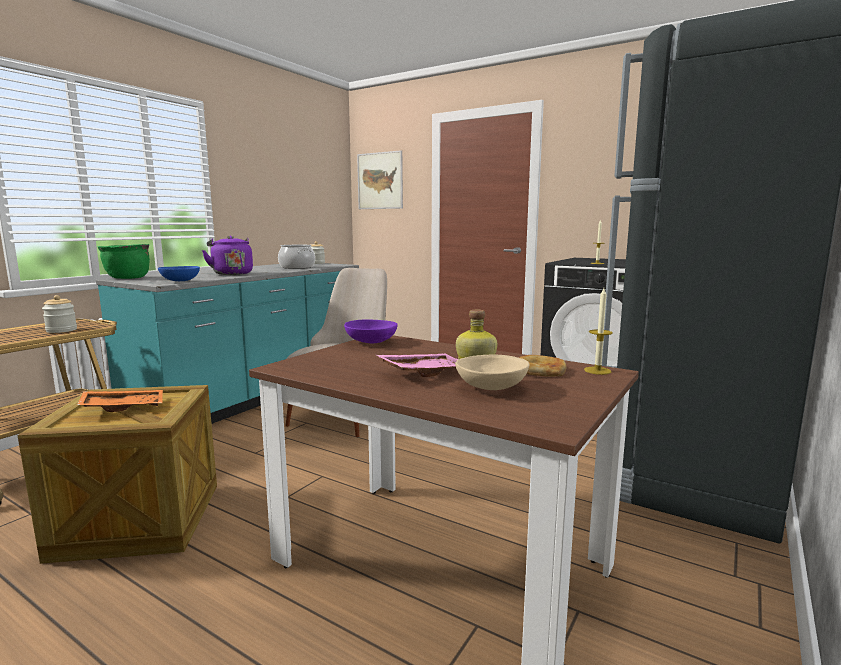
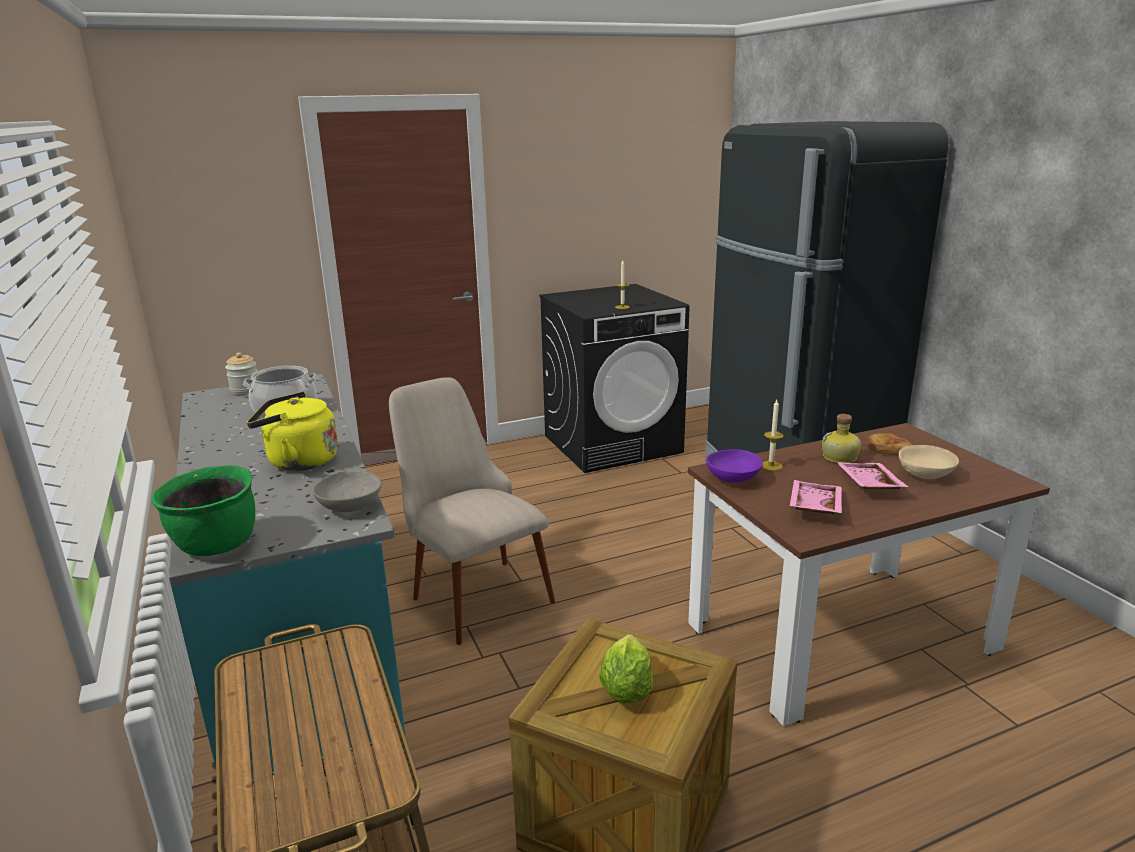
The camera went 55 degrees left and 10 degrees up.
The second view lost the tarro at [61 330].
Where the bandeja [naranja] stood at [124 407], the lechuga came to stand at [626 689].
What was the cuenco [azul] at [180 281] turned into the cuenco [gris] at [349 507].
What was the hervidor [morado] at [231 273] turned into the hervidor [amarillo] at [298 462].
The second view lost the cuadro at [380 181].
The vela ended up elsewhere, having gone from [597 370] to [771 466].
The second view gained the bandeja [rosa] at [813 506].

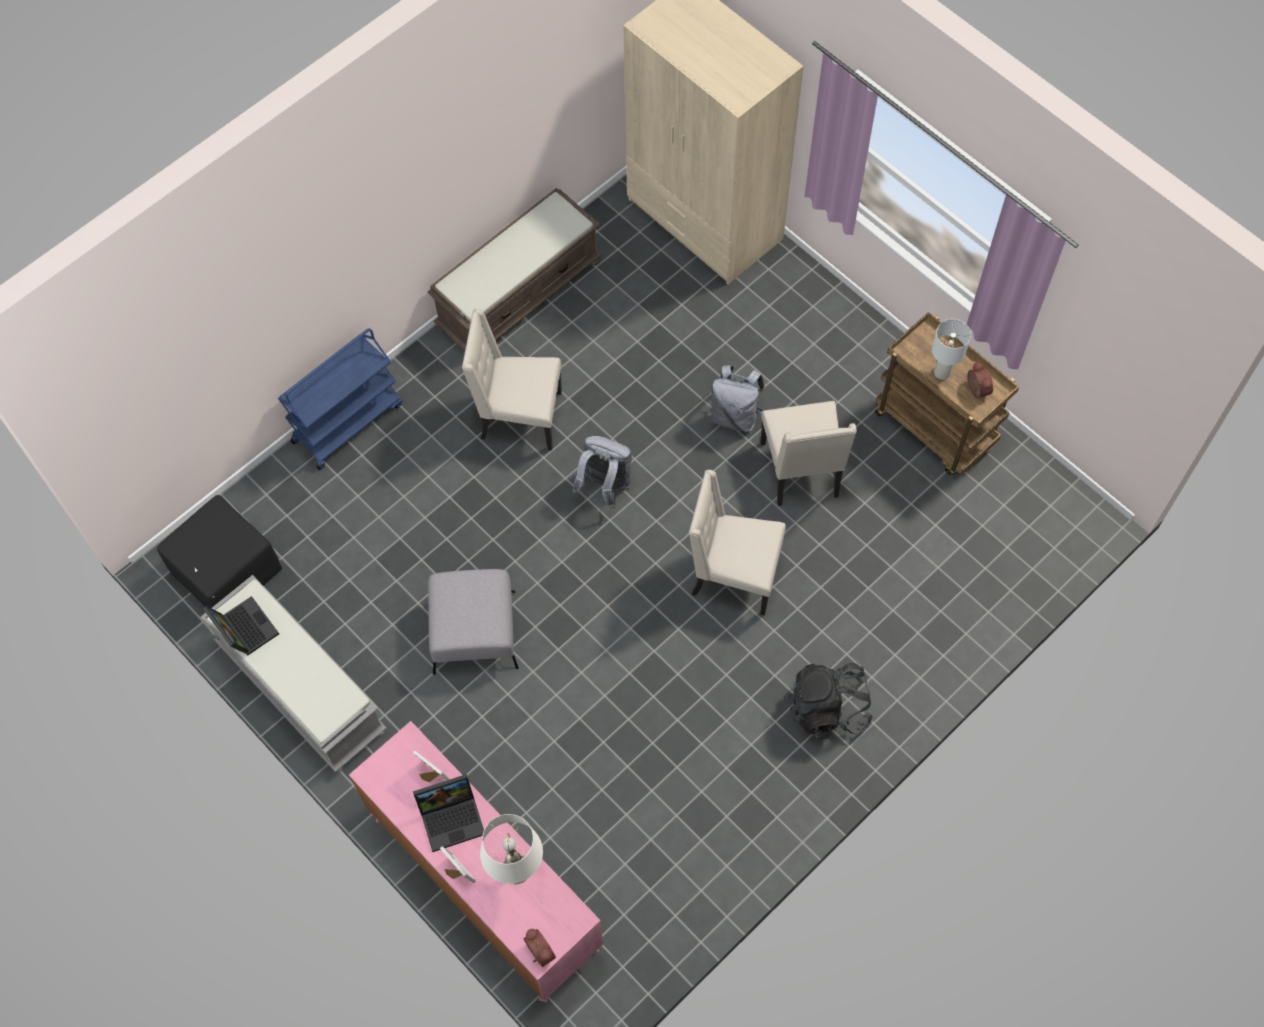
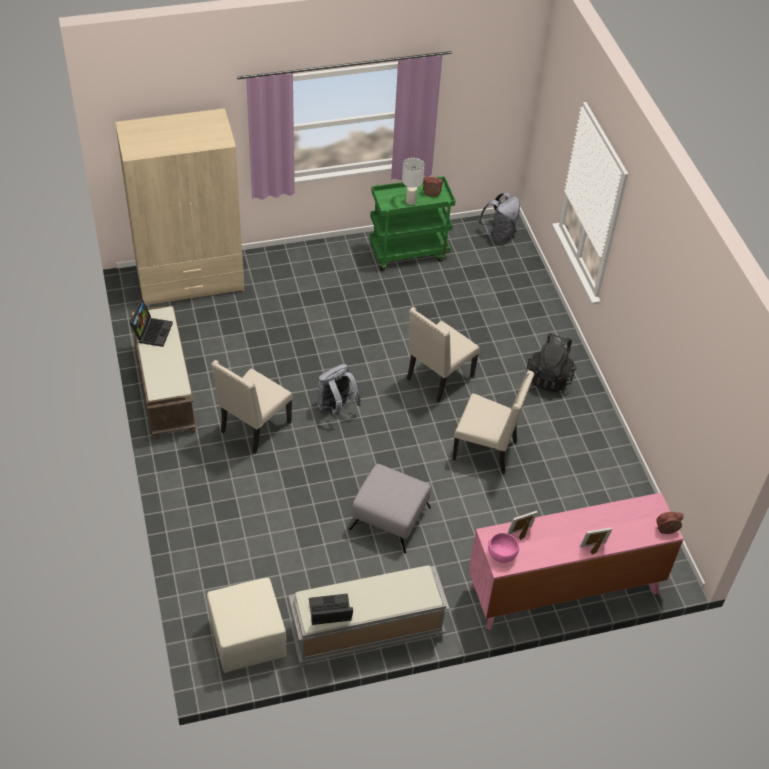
The camera went 65 degrees left and 15 degrees down.
What was the puf [negro] at [227 574] turned into the puf [beis] at [248 639].
The second view lost the carrito [azul] at [347 422].
The portátil ended up elsewhere, having gone from [452 817] to [152 331].
The second view lost the lámpara de mesa [blanco] at [516 869].
The mochila [gris] ended up elsewhere, having gone from [735 415] to [499 234].
The silla [beis] ended up elsewhere, having gone from [801 471] to [487 450].
What was the carrito [marrón] at [936 428] turned into the carrito [verde] at [409 252].
The second view gained the cuenco [rosa] at [502 555].

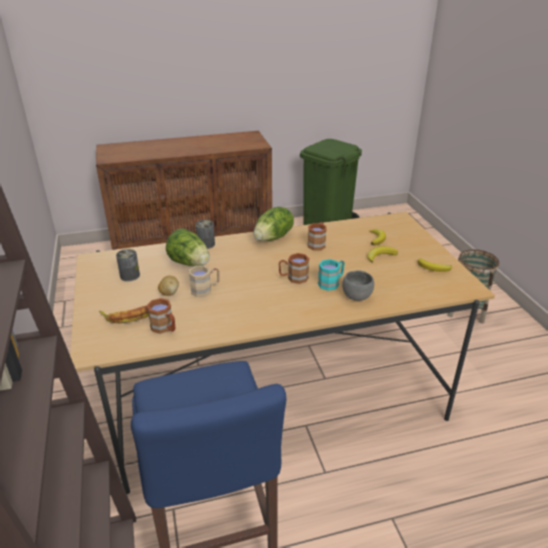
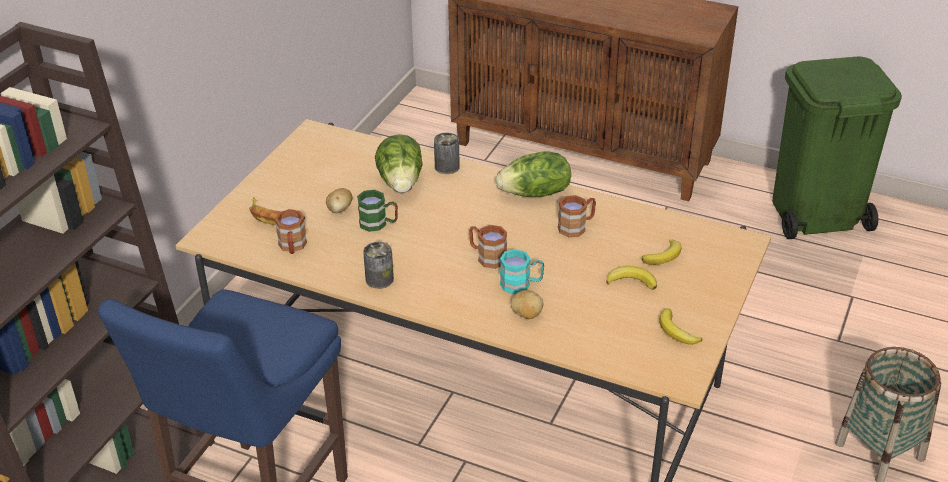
The camera went 40 degrees right and 5 degrees up.
The lata ended up elsewhere, having gone from [130 275] to [379 279].
What was the taza grande [beis] at [205 289] turned into the taza grande [verde] at [378 223].
Where the cuenco [gris] stood at [356 296], the patata came to stand at [526 315].

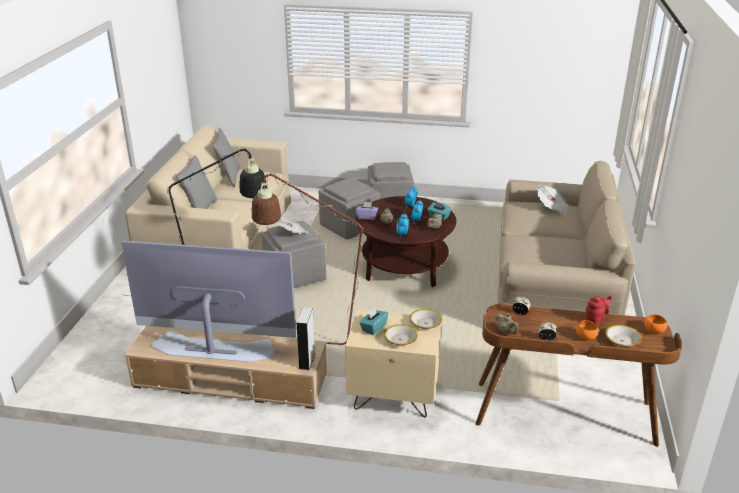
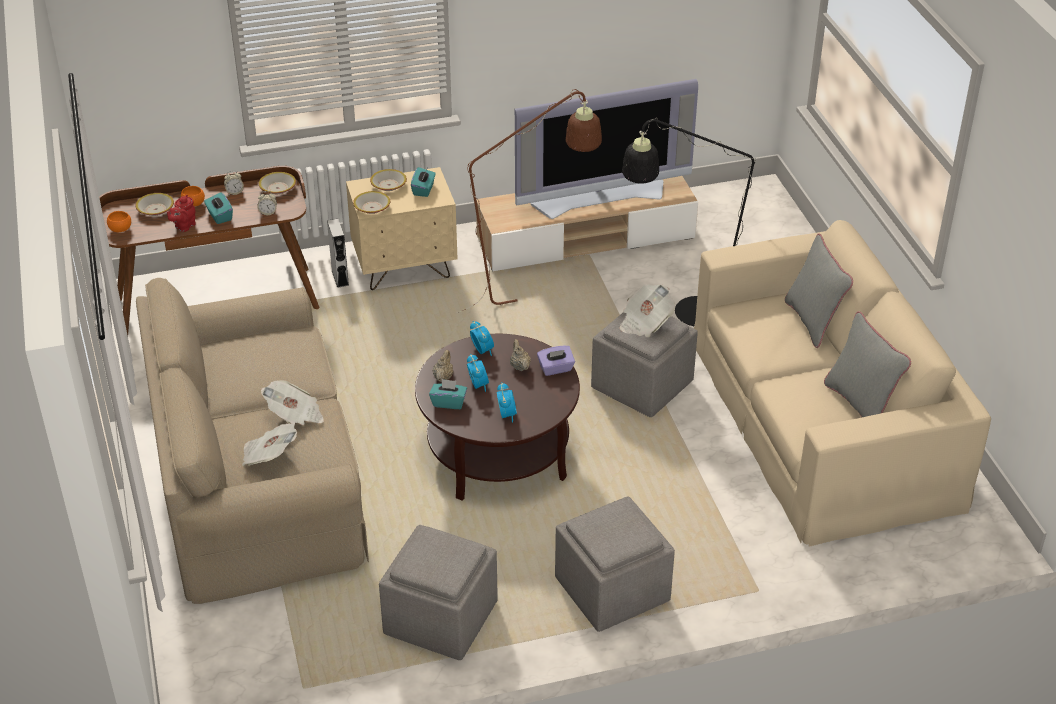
The camera went 155 degrees right and 10 degrees up.
The altavoz [gris] ended up elsewhere, having gone from [307 360] to [340 277].
The puf [gris] ended up elsewhere, having gone from [349 226] to [442 618].
Where the tetera [beis] stood at [506 332], the cuenco came to stand at [277 188].
The second view gained the caja de pañuelos [turquesa] at [219 216].
The second view gained the periódico at [295 416].

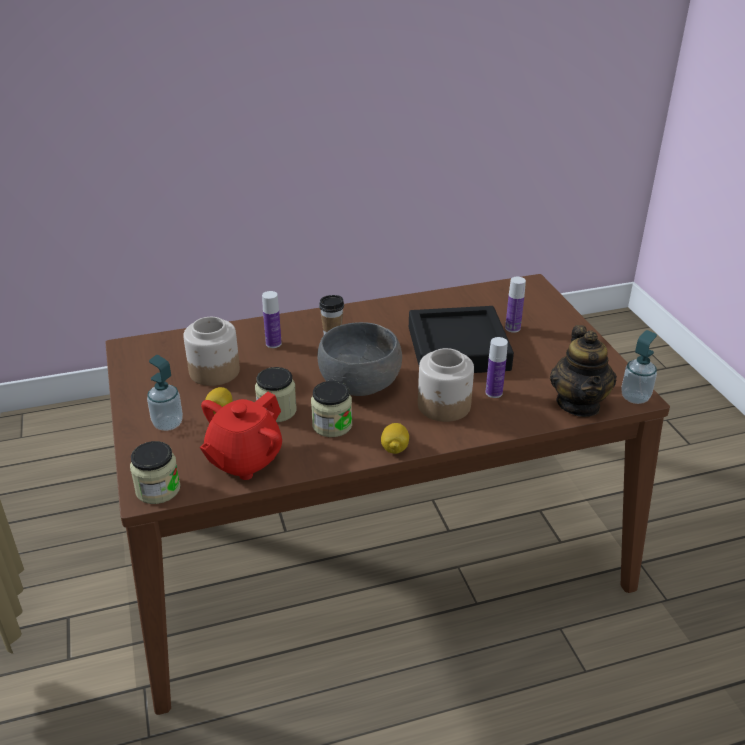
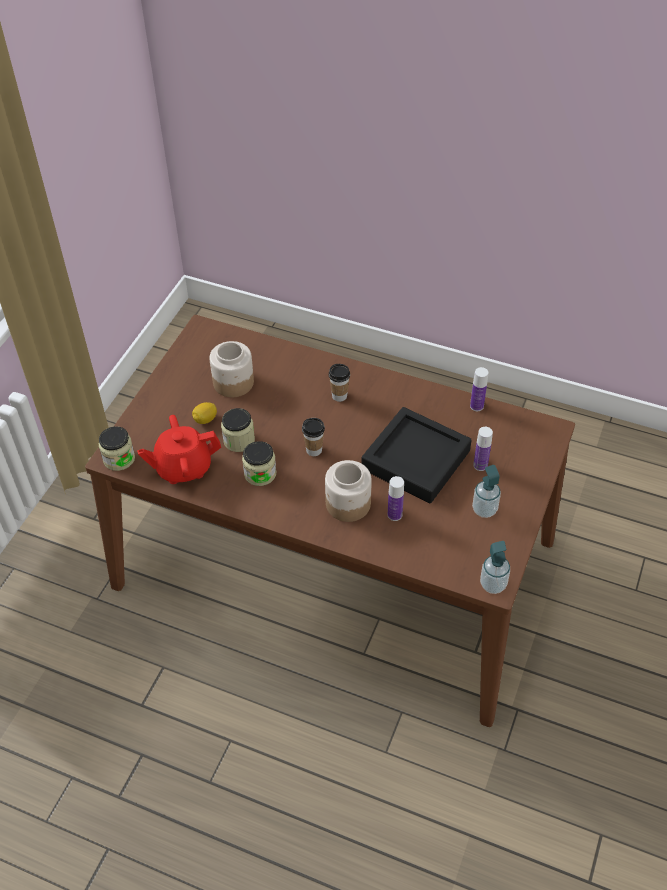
The camera went 40 degrees right and 15 degrees up.
The dispensador de jabón ended up elsewhere, having gone from [168 424] to [484 509].
The botella ended up elsewhere, having gone from [273 343] to [476 406].
Where the cuenco [gris] stood at [360 383], the taza came to stand at [314 450].
The second view lost the limón at [394 449].
The second view lost the tetera at [579 404].

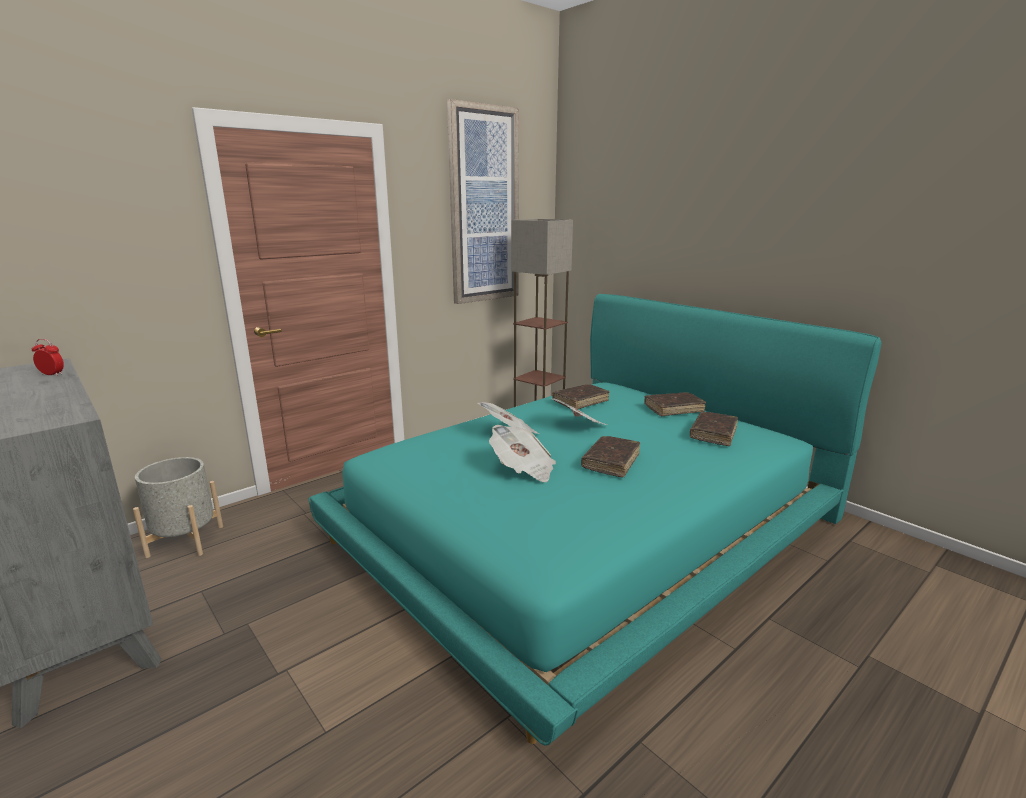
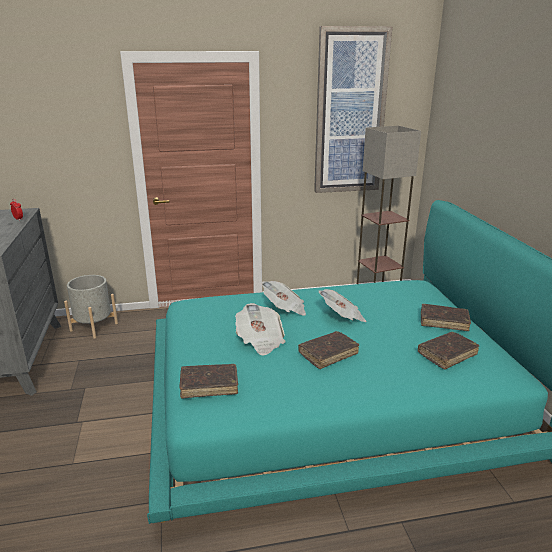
The camera went 30 degrees right and 5 degrees up.
The libro [marrón] ended up elsewhere, having gone from [580 402] to [209 385].

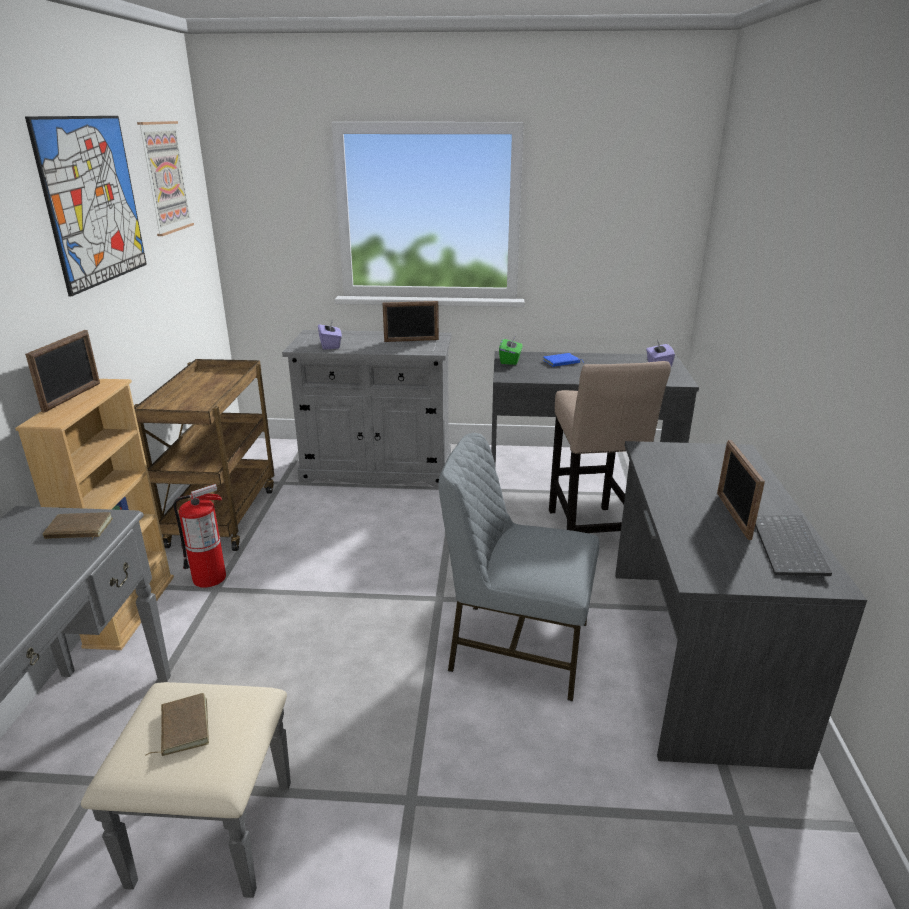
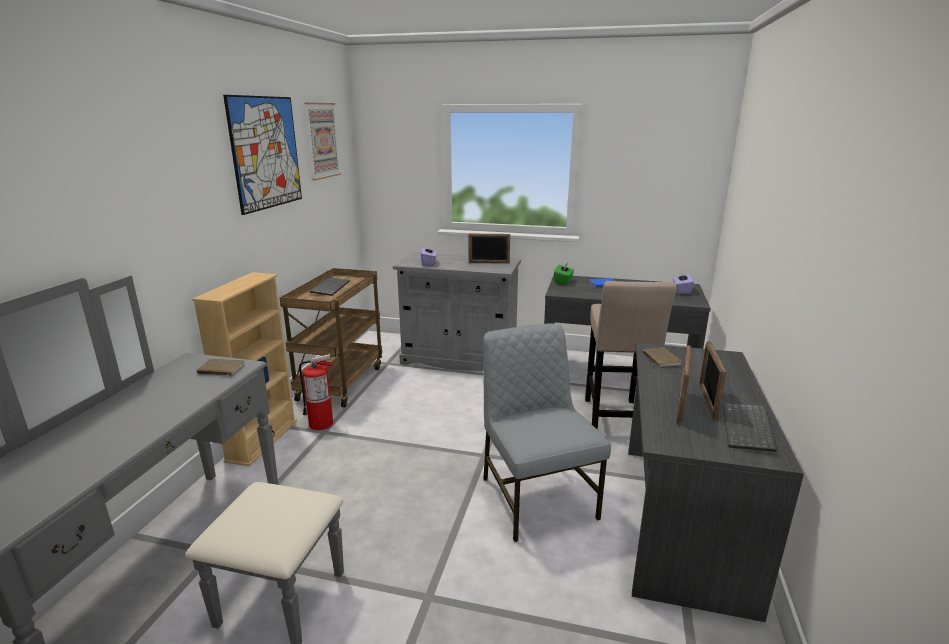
The camera went 10 degrees right and 5 degrees down.
The portarretratos ended up elsewhere, having gone from [72 397] to [680 406].
The libro [marrón] ended up elsewhere, having gone from [182 727] to [660 359].
The silla [gris] at [516 647] ended up facing another way, 45 degrees clockwise from before.
The second view gained the teclado at [329 287].

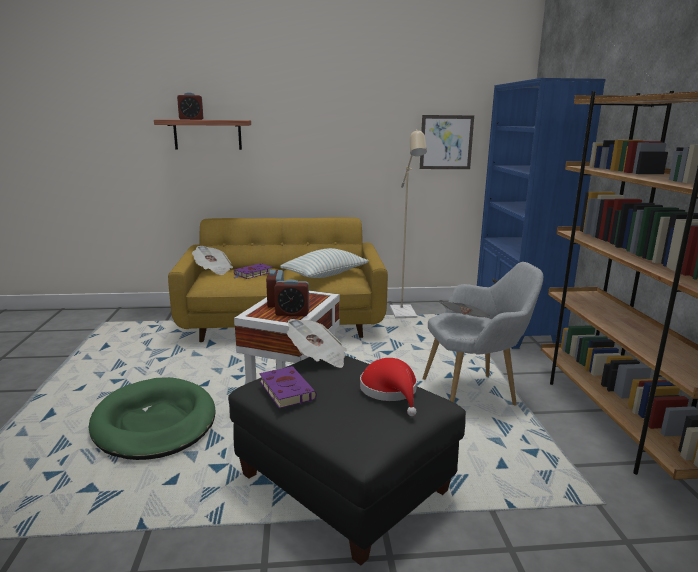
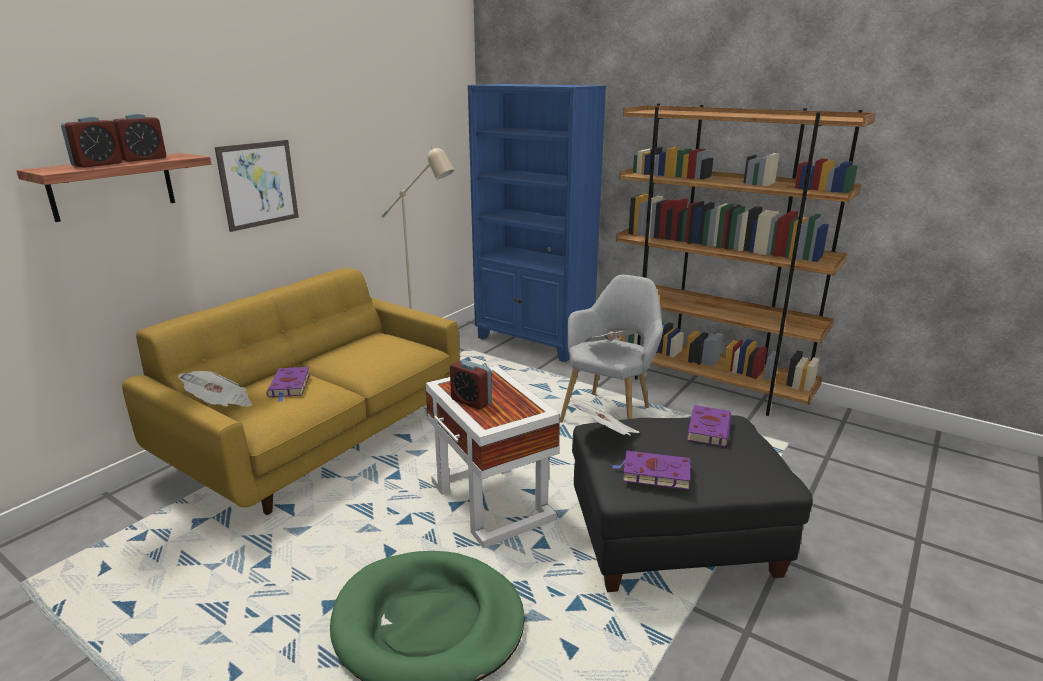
The camera went 50 degrees left and 5 degrees up.
The despertador ended up elsewhere, having gone from [292 313] to [143 159].
The second view lost the cojín at [325 275].
Where the sombrero [rojo] stood at [391 391], the libro [morado] came to stand at [708 428].
The cuadro ended up elsewhere, having gone from [446 142] to [258 184].

